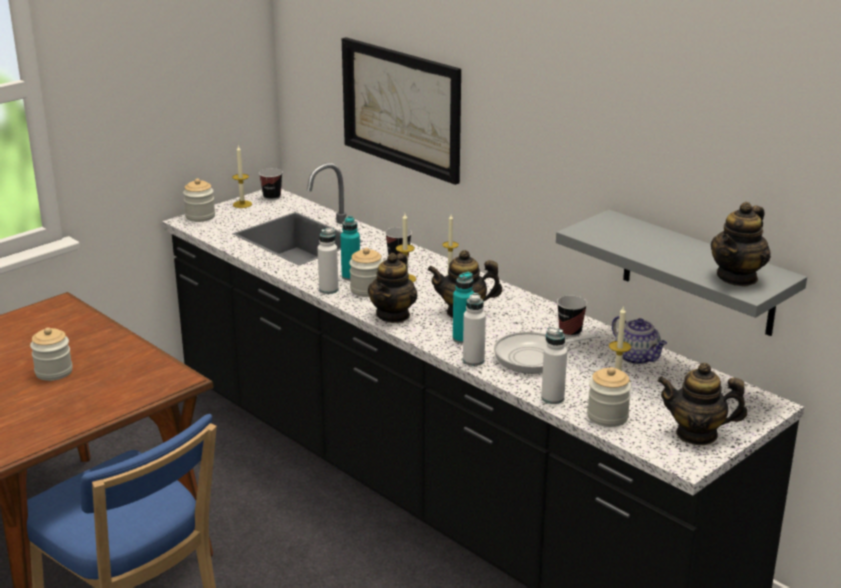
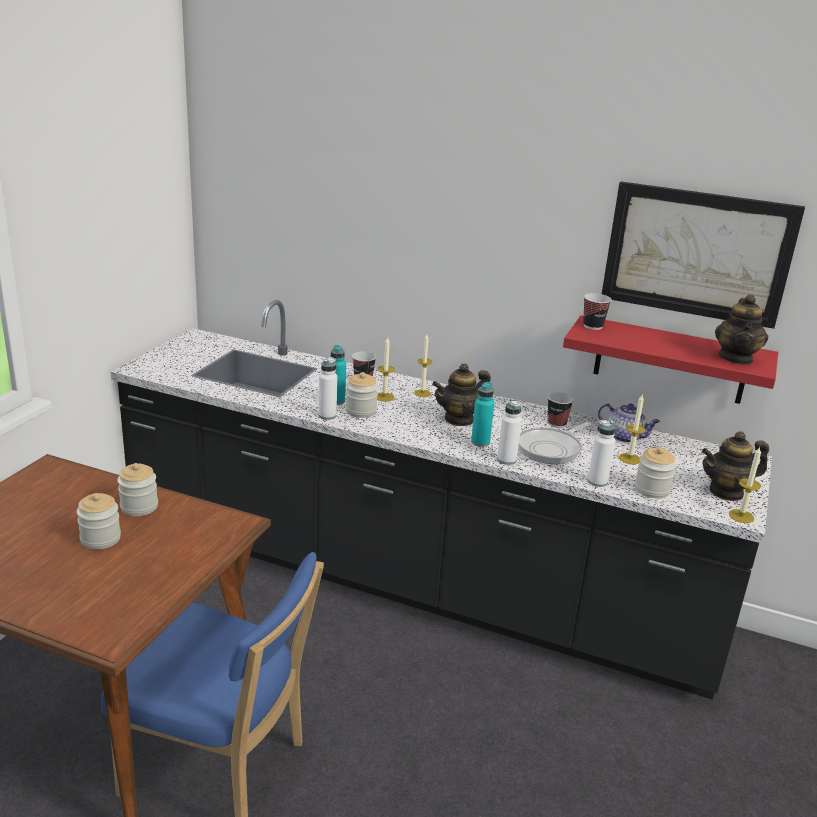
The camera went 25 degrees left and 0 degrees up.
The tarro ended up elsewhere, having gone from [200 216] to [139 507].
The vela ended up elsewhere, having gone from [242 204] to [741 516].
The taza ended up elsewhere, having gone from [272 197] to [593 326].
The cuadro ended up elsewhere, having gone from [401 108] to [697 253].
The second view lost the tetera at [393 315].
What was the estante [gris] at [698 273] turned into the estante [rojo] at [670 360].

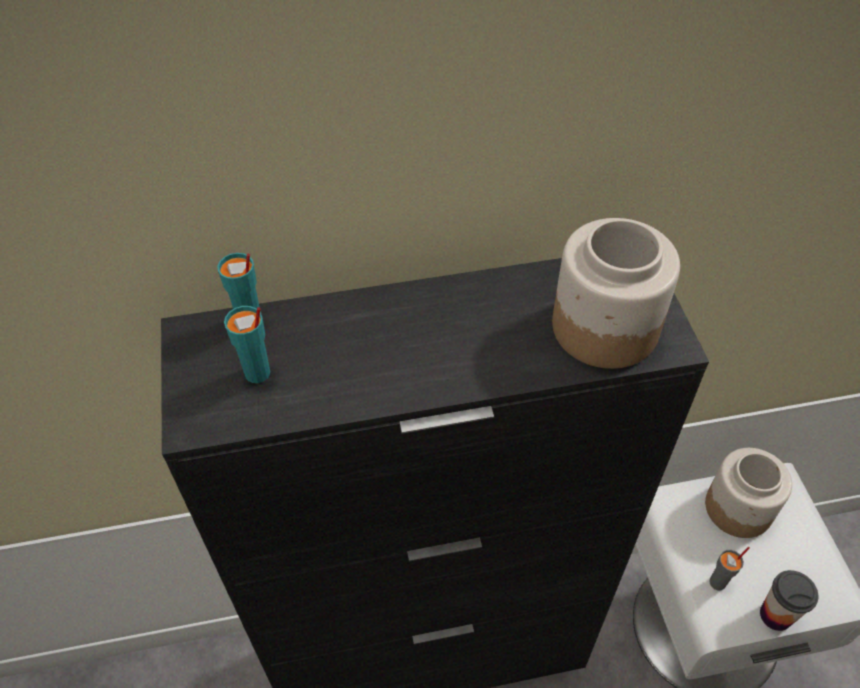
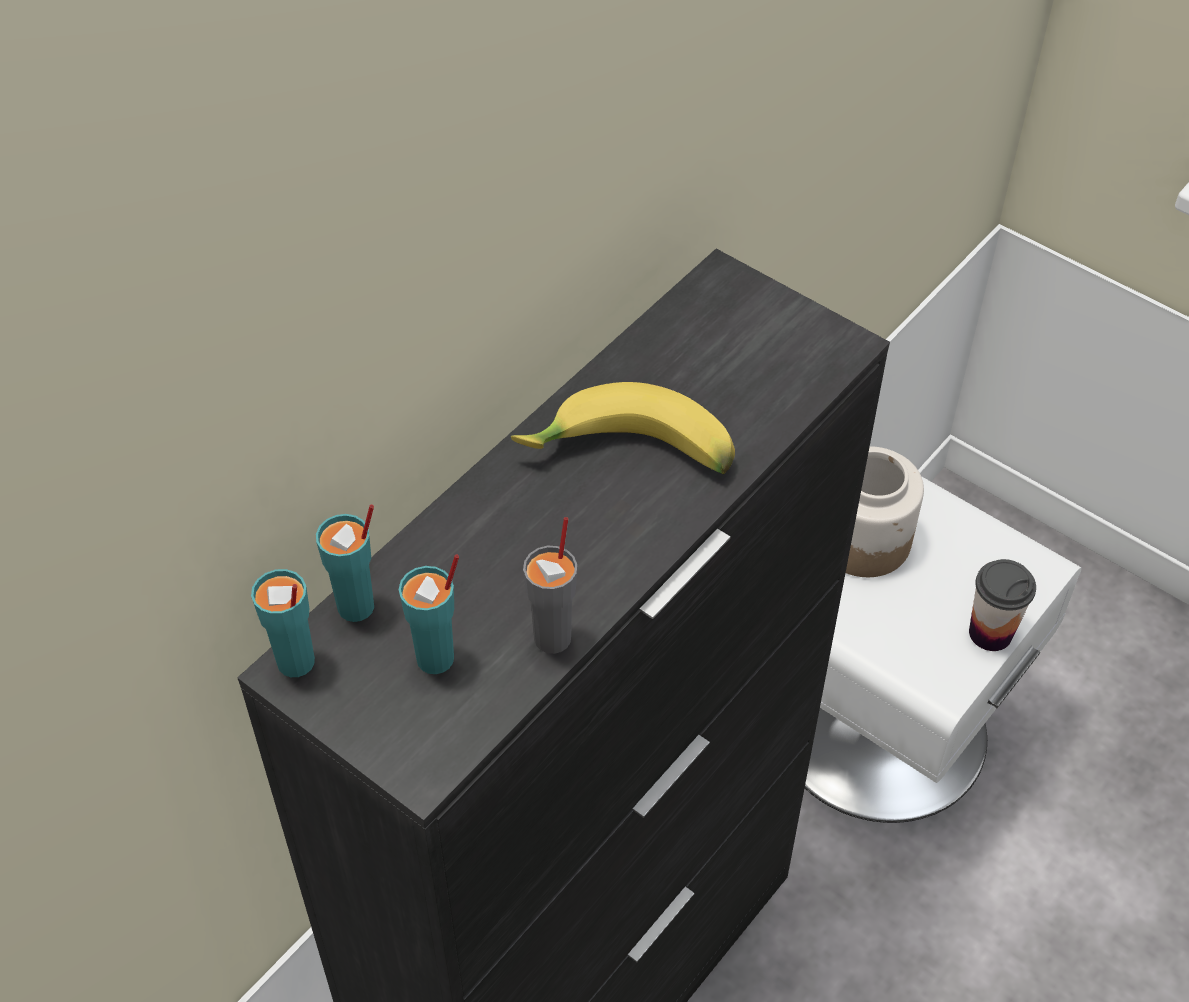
The camera went 40 degrees left and 0 degrees up.
The second view lost the tarro at [603 327].
The taza [gris] ended up elsewhere, having gone from [718 582] to [554 637].
The second view gained the taza [turquesa] at [296 663].
The second view gained the plátano at [630 457].

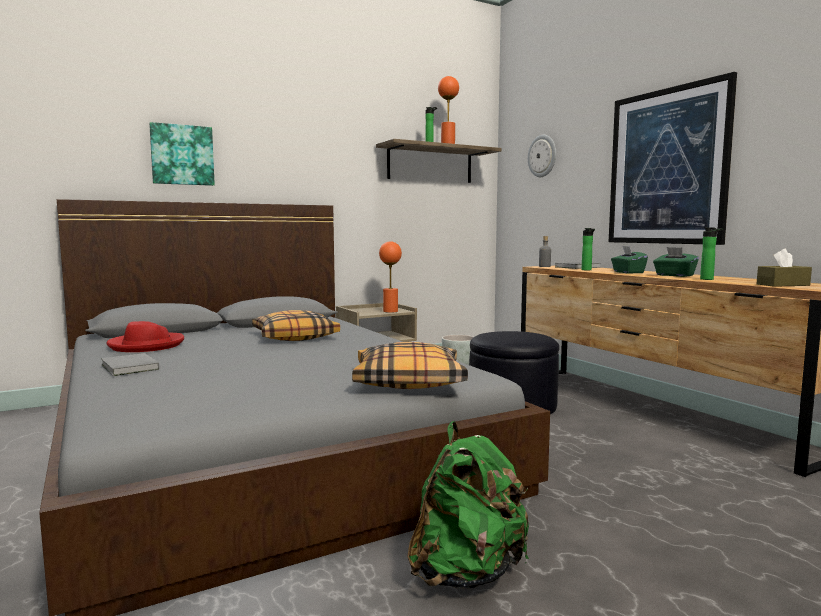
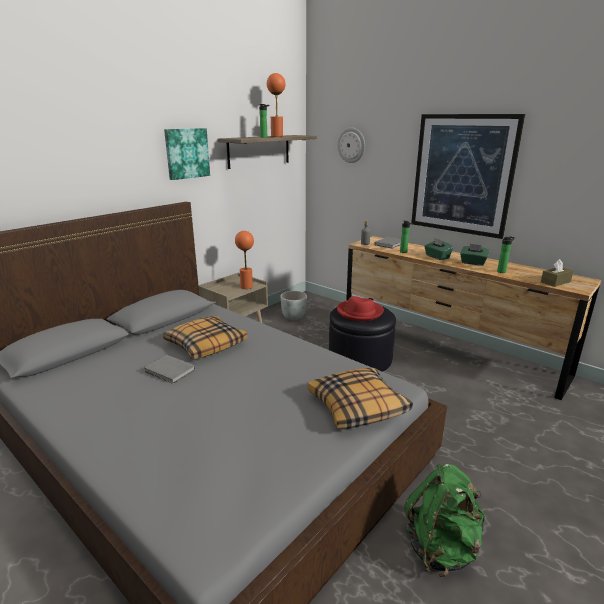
The camera went 20 degrees left and 15 degrees up.
The libro [gris] ended up elsewhere, having gone from [129 367] to [170 371].
The sombrero [rojo] ended up elsewhere, having gone from [146 345] to [359 312].
The cuadro ended up elsewhere, having gone from [182 155] to [186 153].

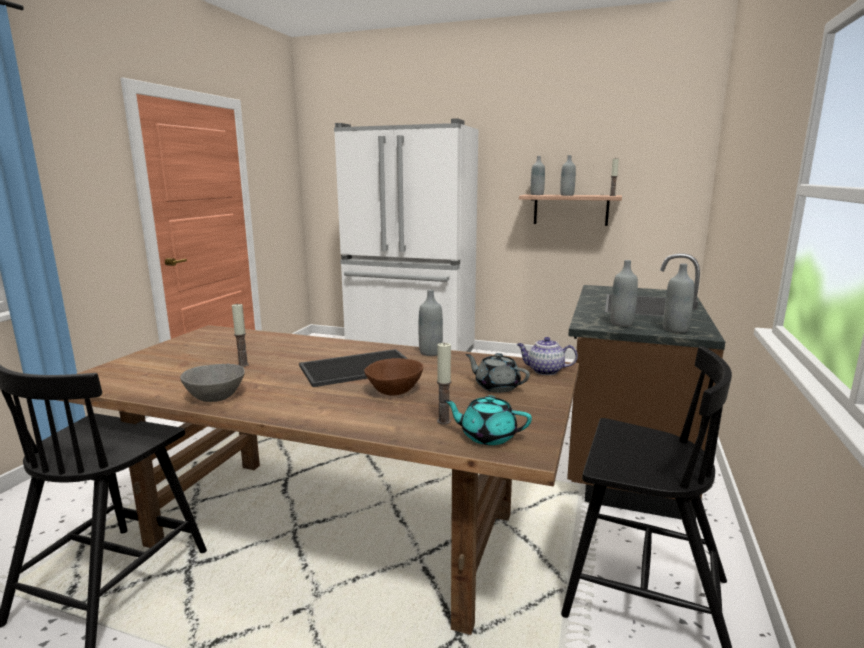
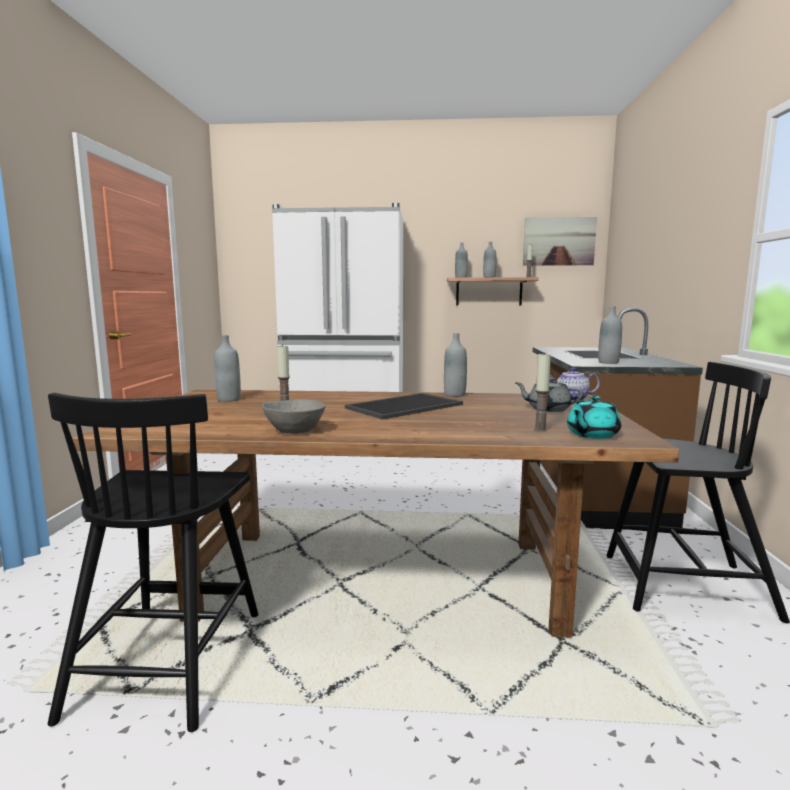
The camera went 15 degrees left and 5 degrees down.
The second view lost the cuenco [marrón] at [394 390].
The tetera [turquesa] at [487 436] ended up facing another way, 45 degrees counterclockwise from before.
The botella [gris] ended up elsewhere, having gone from [675 330] to [229 399].
The second view gained the cuadro at [559 241].

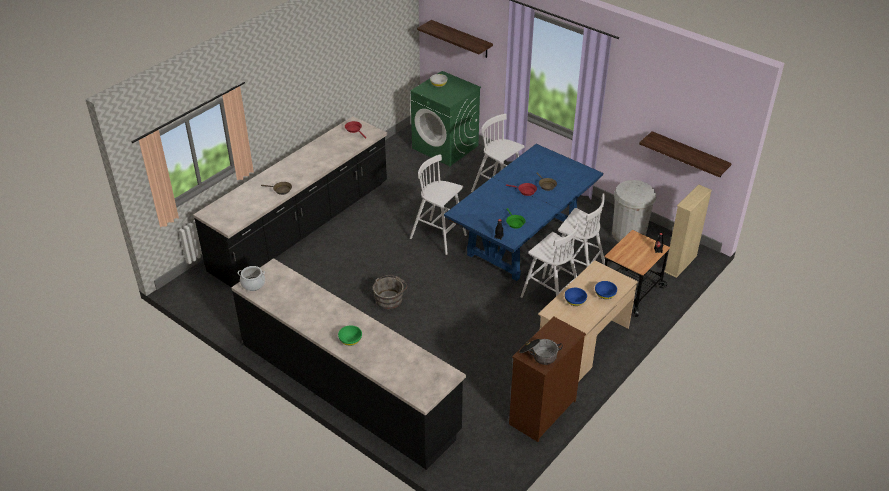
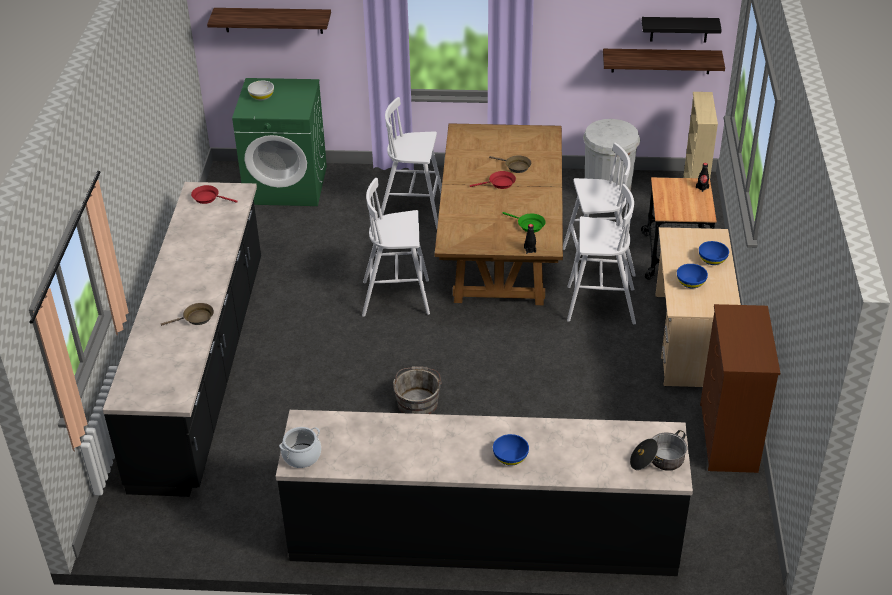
The camera went 35 degrees left and 0 degrees up.
What was the cuenco [verde] at [350 340] turned into the cuenco [azul] at [510 457].
What was the mesa de comedor [azul] at [522 241] turned into the mesa de comedor [marrón] at [501 257].
The olla ended up elsewhere, having gone from [539 355] to [658 460].
The second view gained the estante [negro] at [679 29].

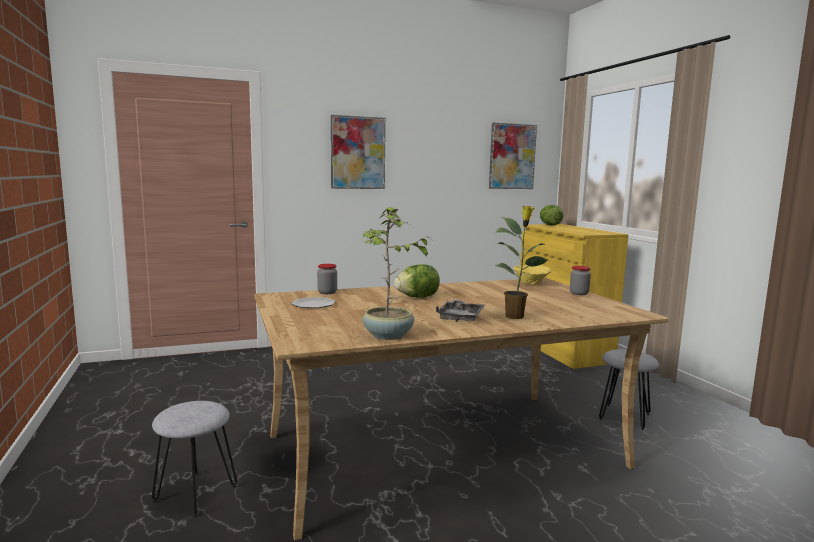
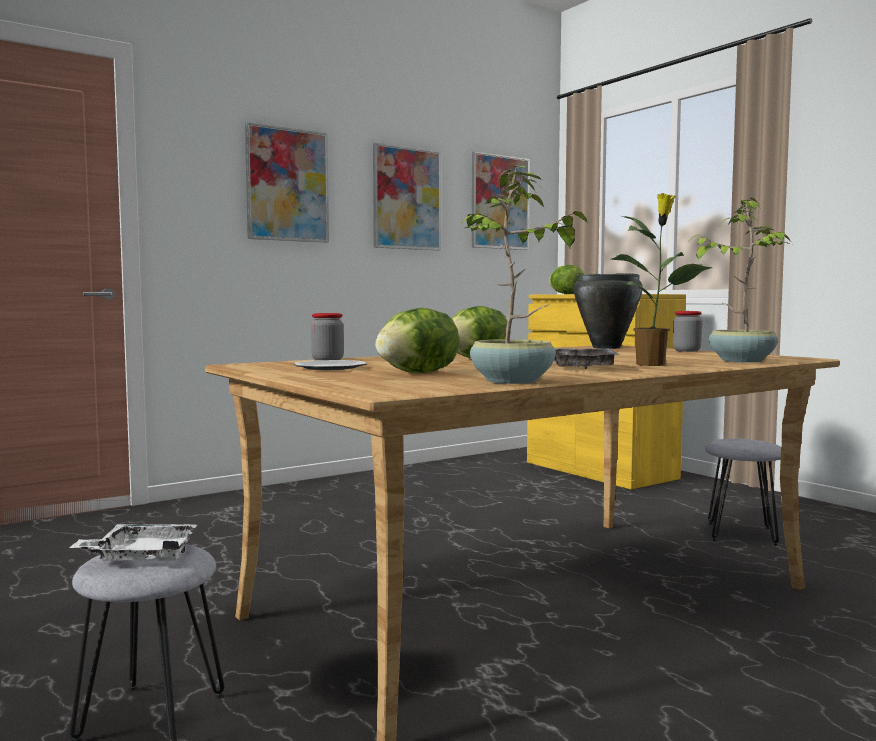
The camera went 15 degrees left and 5 degrees down.
Where the cuenco [amarillo] stood at [531 283], the olla [negro] came to stand at [607 347].
The second view gained the bandeja [blanco] at [141 556].
The second view gained the cuadro at [406 198].
The second view gained the lechuga at [417 373].
The second view gained the planta en maceta at [741 360].

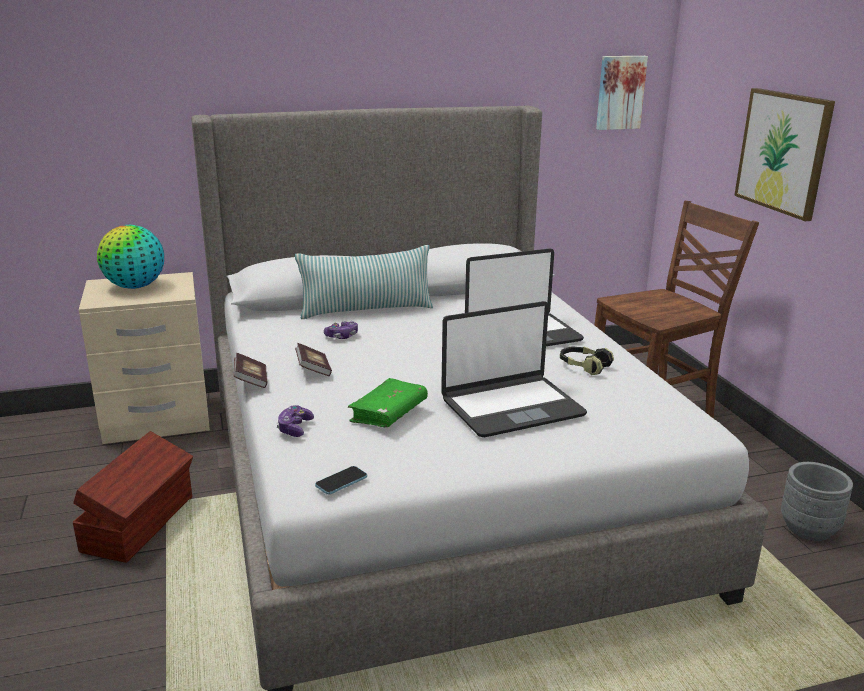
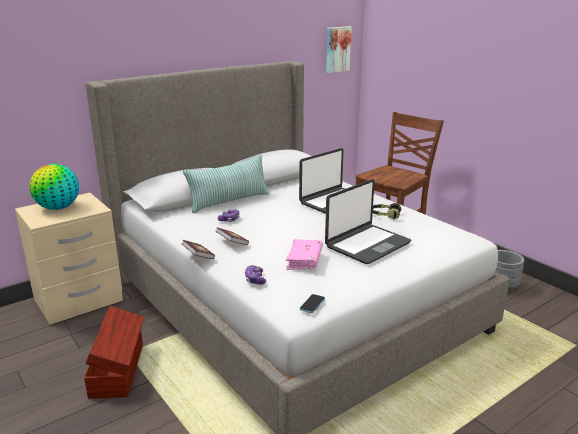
The camera went 20 degrees left and 0 degrees up.
What was the libro [verde] at [388 413] turned into the libro [rosa] at [304 260].
The second view lost the cuadro at [783 152].

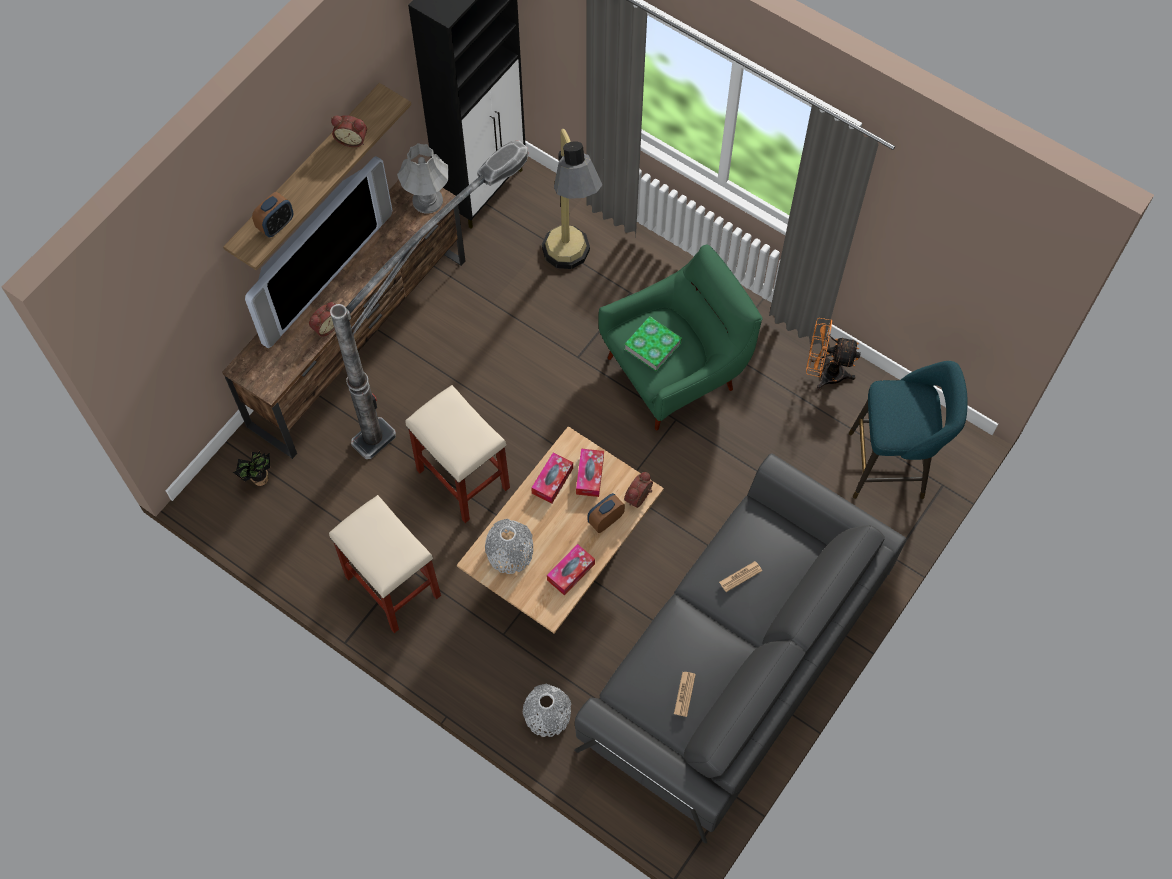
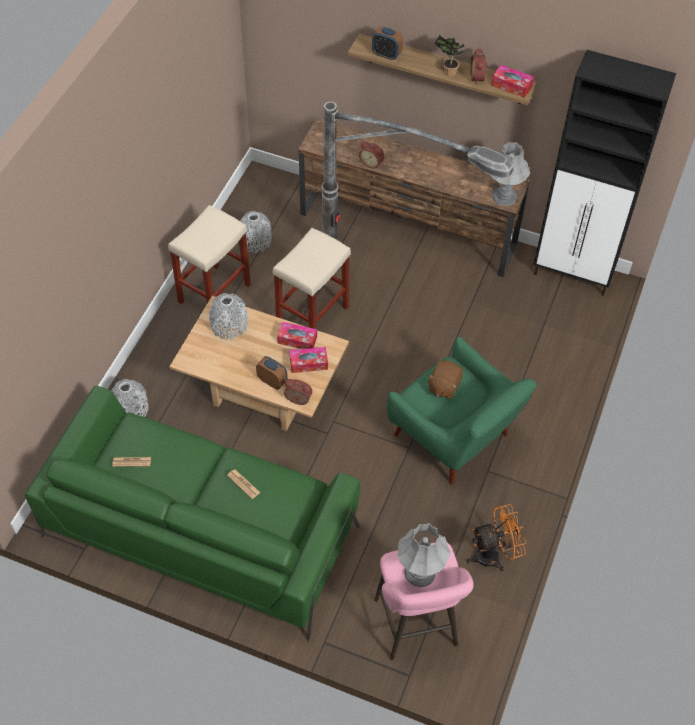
The camera went 75 degrees right and 10 degrees down.
The planta en maceta ended up elsewhere, having gone from [259 481] to [448 71].
The second view lost the televisor at [324 275].
The second view lost the lámpara de pie at [571 267].
The caja de pañuelos ended up elsewhere, having gone from [571 572] to [511 86].
What was the sofá [gris] at [735 659] turned into the sofá [verde] at [201 531].
Where the libro stood at [652 346], the peluche [marrón] came to stand at [443 386].
The ventilador [naranja] at [824 372] ended up facing another way, 75 degrees clockwise from before.
What was the taburete [turquesa] at [892 465] turned into the taburete [rosa] at [417 627].
The second view gained the florero [gris] at [255 241].
The second view gained the lámpara de mesa [gris] at [420 572].

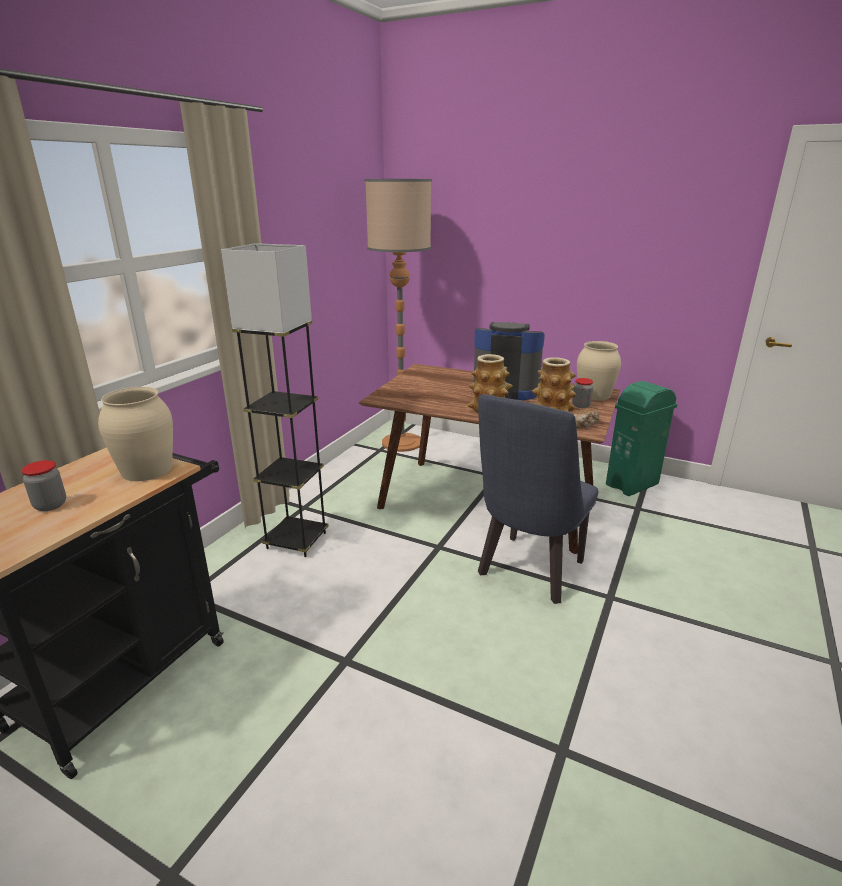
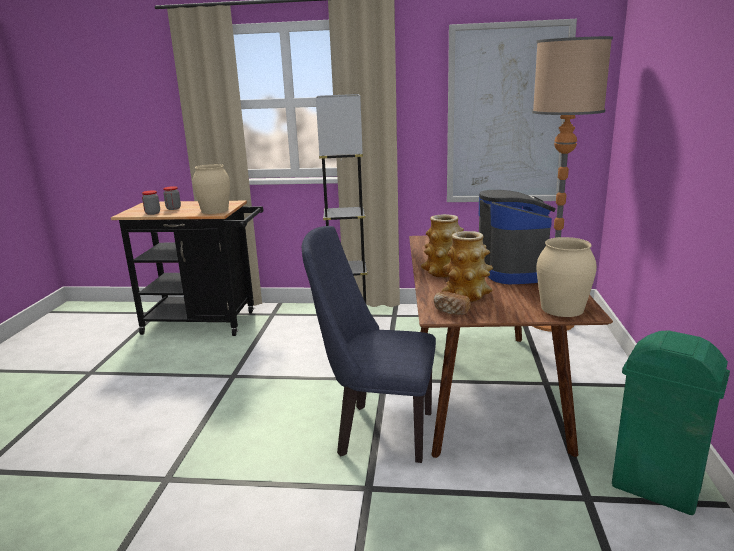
The camera went 70 degrees right and 5 degrees down.
The tarro ended up elsewhere, having gone from [581 405] to [152 213].
The second view gained the cuadro at [507 115].

